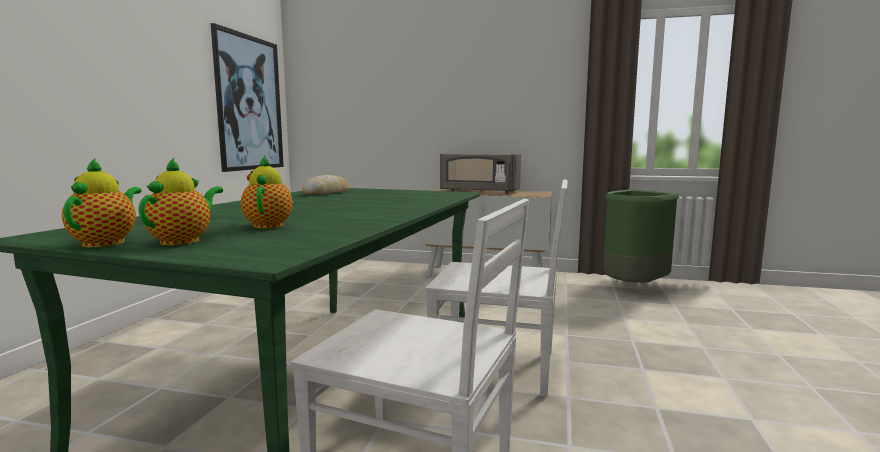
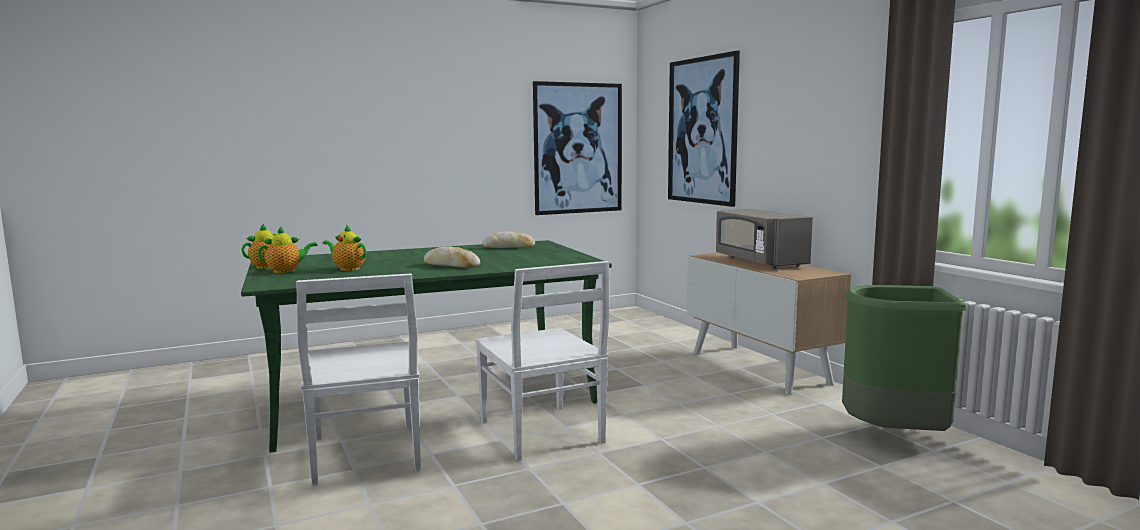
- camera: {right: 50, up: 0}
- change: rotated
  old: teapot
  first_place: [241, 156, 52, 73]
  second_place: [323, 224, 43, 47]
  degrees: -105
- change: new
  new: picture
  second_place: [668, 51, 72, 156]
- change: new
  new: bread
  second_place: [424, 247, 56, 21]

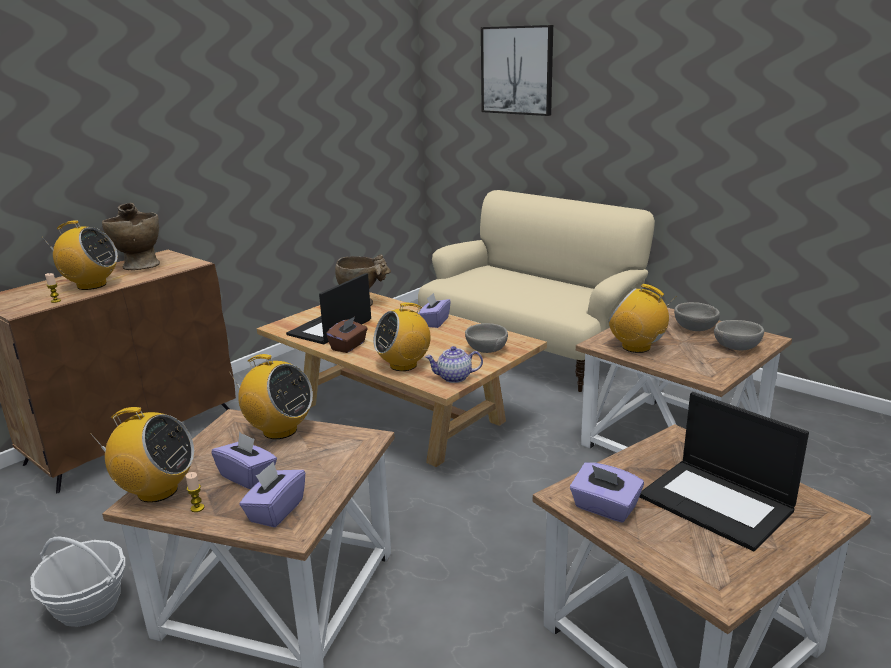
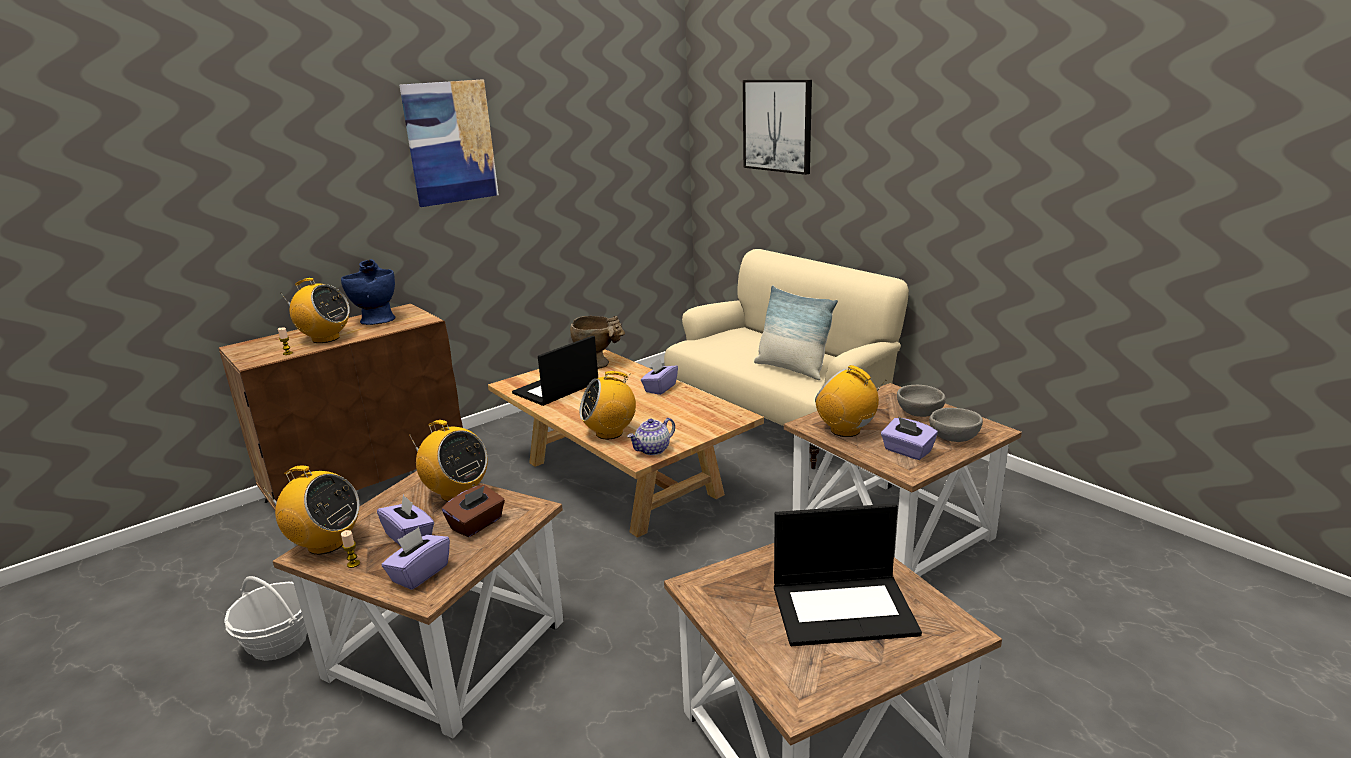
- camera: {right: 10, up: 0}
- change: repainted
  old: beige-coloured_decorative_vase
  new: bluish_decorative_vase
  first_place: [102, 203, 58, 67]
  second_place: [341, 259, 55, 66]
- change: shifted
  old: brown_tissue_holder
  first_place: [326, 317, 42, 36]
  second_place: [442, 485, 63, 52]
- change: gone
  old: grey_bowl
  first_place: [465, 323, 43, 30]
- change: rotated
  old: teapot
  first_place: [425, 346, 58, 37]
  second_place: [627, 418, 48, 37]
  degrees: -45
- change: rotated
  old: notebook_computer
  first_place: [640, 392, 169, 160]
  second_place: [774, 503, 148, 143]
  degrees: -60
- change: shifted
  old: purplish_tissue_holder
  first_place: [570, 462, 74, 61]
  second_place: [881, 417, 57, 43]
- change: new
  new: picture
  second_place: [399, 79, 100, 128]
- change: new
  new: throw_pillow
  second_place: [754, 285, 84, 95]

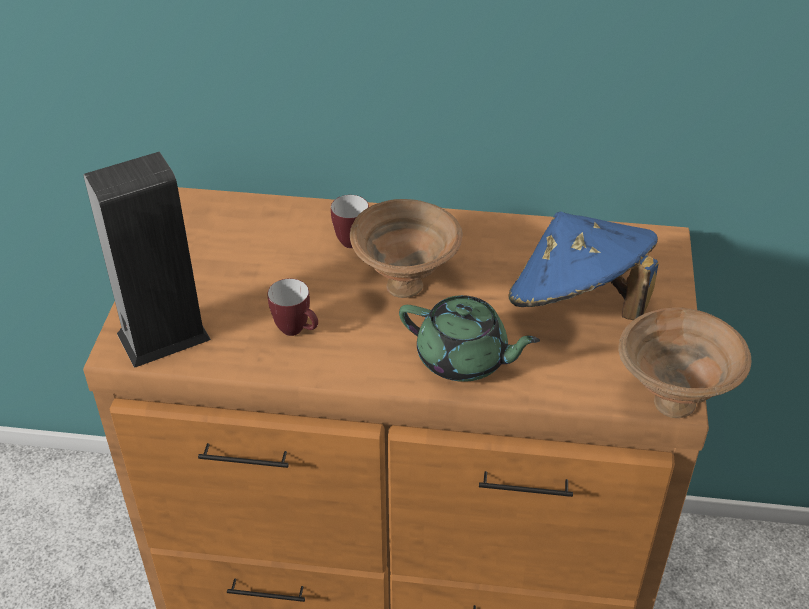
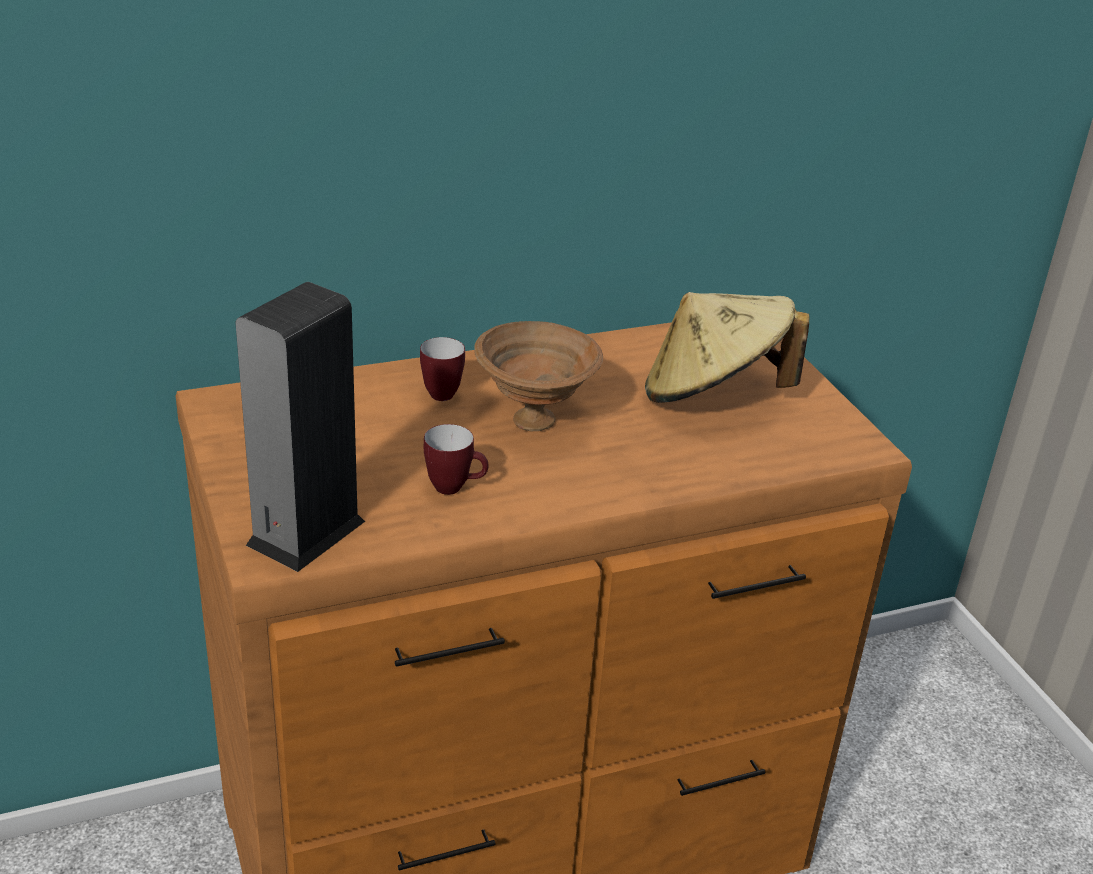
- camera: {right: -30, up: -10}
- change: repainted
  old: bluish_hat
  new: beige-coloured_hat
  first_place: [508, 211, 151, 109]
  second_place: [645, 292, 165, 111]
- change: gone
  old: greenish_teapot
  first_place: [399, 295, 141, 87]
- change: gone
  old: brown_bowl
  first_place: [618, 307, 133, 111]

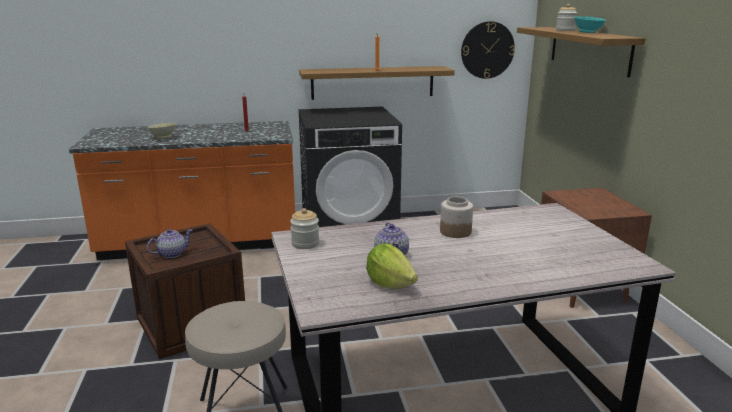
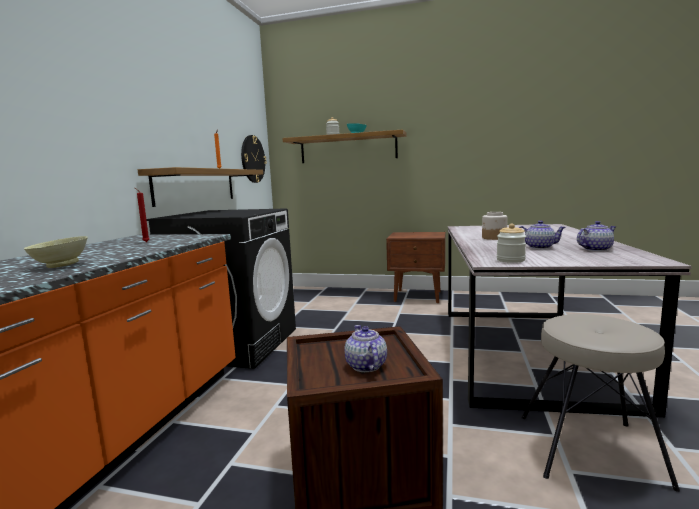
- camera: {right: -65, up: -10}
- change: swapped
  old: head_of_lettuce
  new: teapot
  first_place: [366, 243, 52, 46]
  second_place: [577, 221, 39, 30]

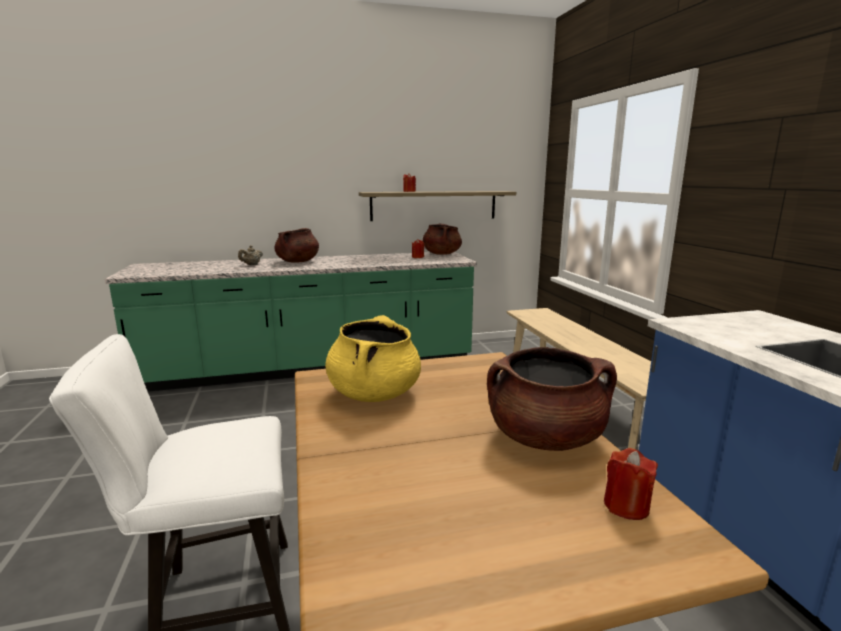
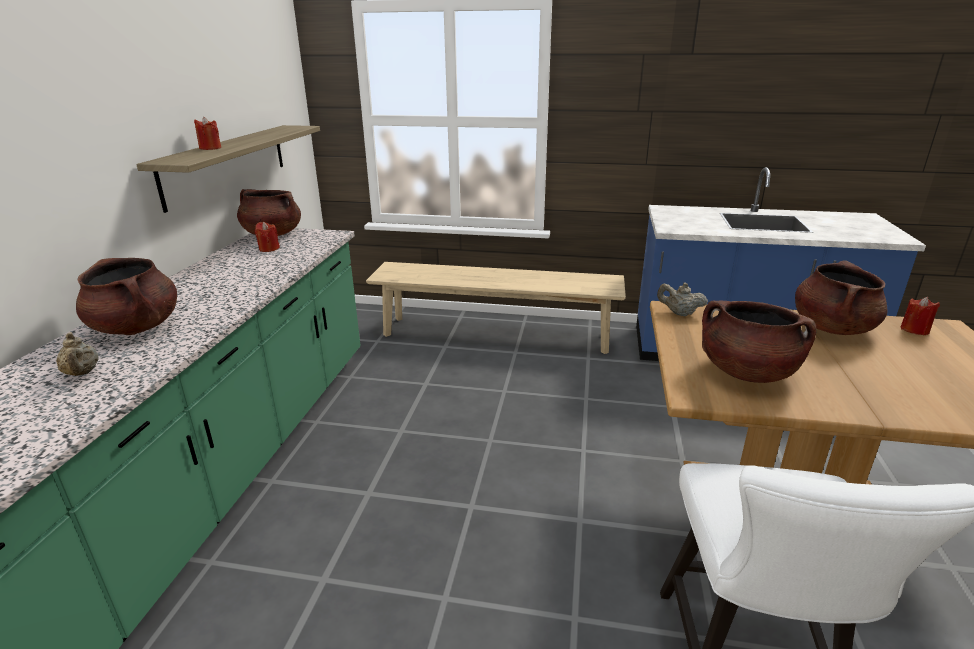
- camera: {right: -65, up: 10}
- change: repainted
  old: yellow-coloured_saucepot
  new: brown_saucepot
  first_place: [325, 315, 96, 87]
  second_place: [702, 300, 114, 83]
- change: new
  new: beige-coloured_teapot
  second_place: [657, 282, 51, 34]

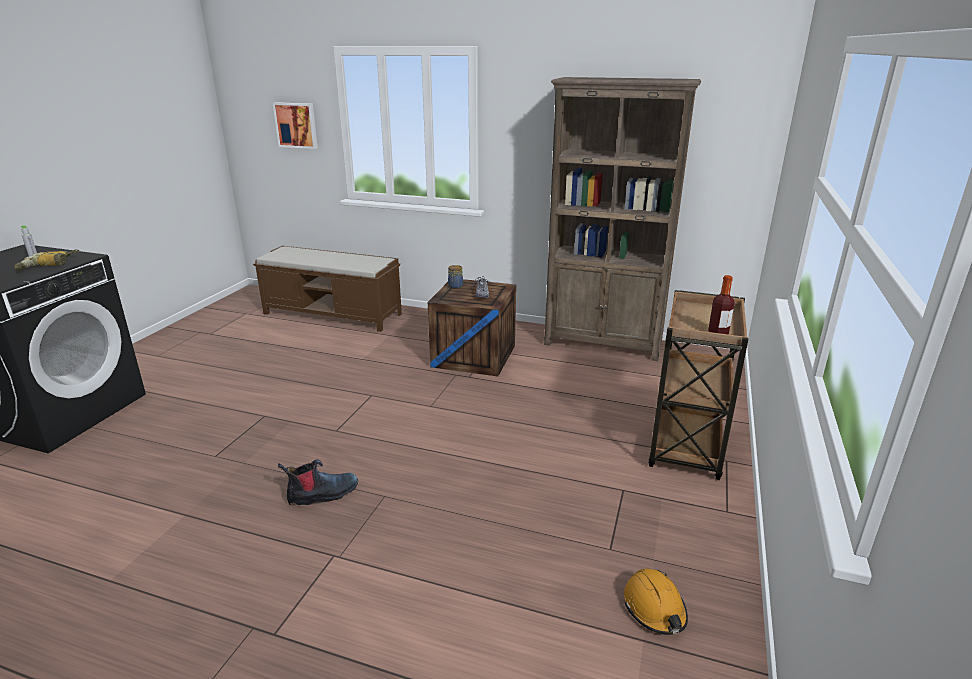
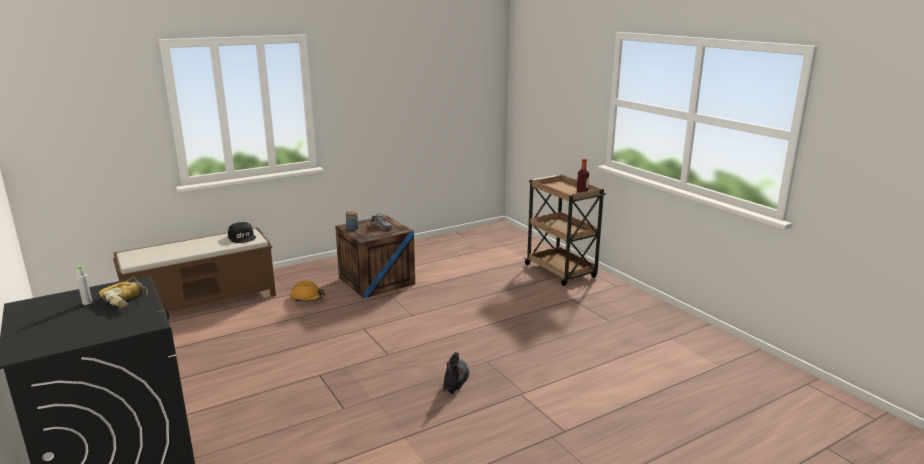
- camera: {right: -50, up: -5}
- change: gone
  old: brown_shelving_unit
  first_place: [544, 77, 157, 284]
- change: gone
  old: picture
  first_place: [273, 102, 45, 47]
- change: shifted
  old: orangey_hard_hat
  first_place: [624, 568, 64, 67]
  second_place: [291, 280, 34, 22]
- change: new
  new: black_cap
  second_place: [228, 222, 28, 21]

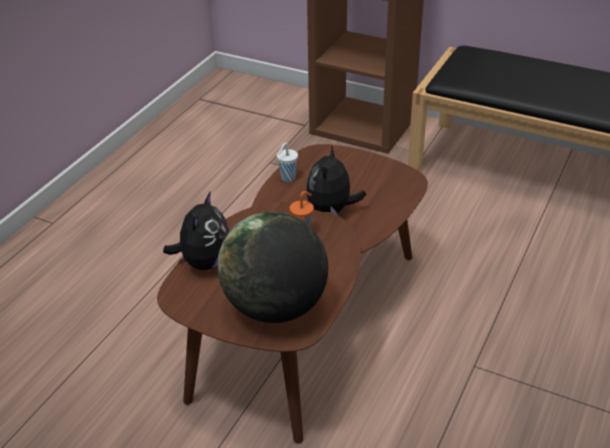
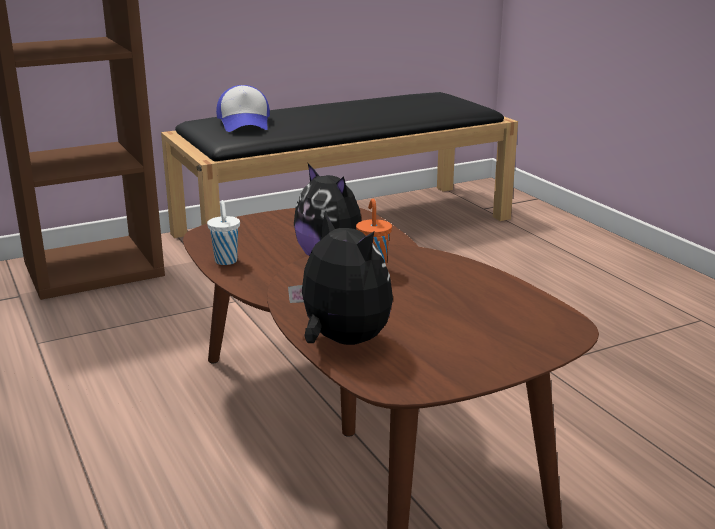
- camera: {right: -55, up: -15}
- change: gone
  old: world_globe
  first_place: [218, 212, 110, 111]
- change: new
  new: cap
  second_place: [216, 85, 54, 47]

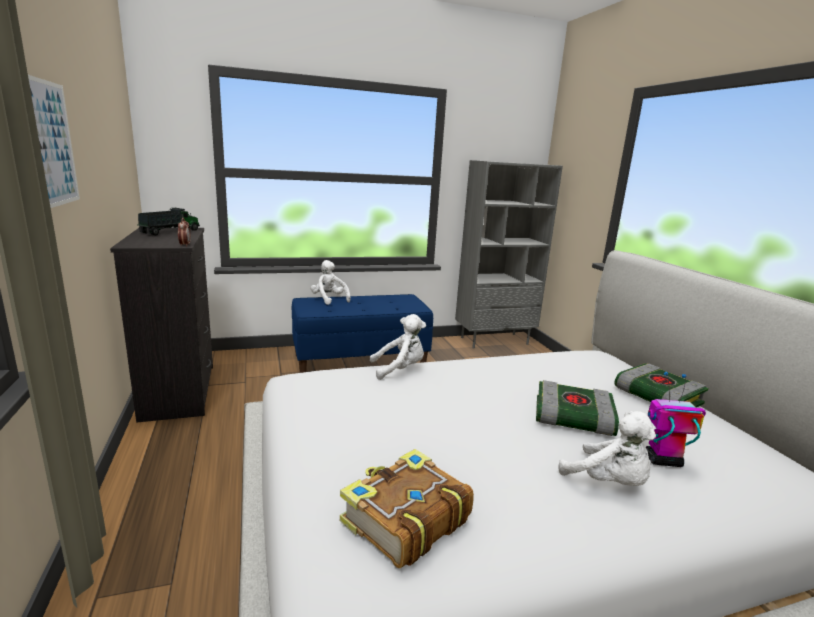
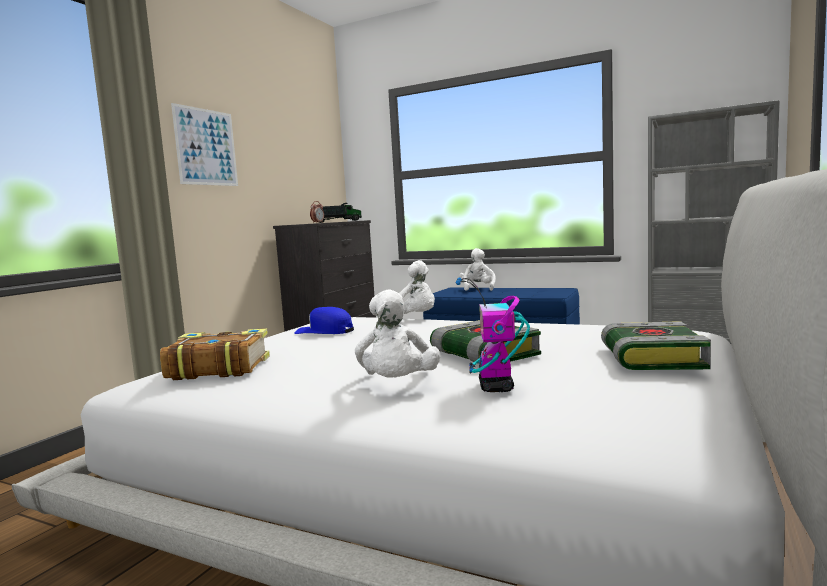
- camera: {right: 45, up: -10}
- change: rotated
  old: toy_robot
  first_place: [646, 372, 60, 95]
  second_place: [456, 277, 74, 115]
  degrees: -135
- change: new
  new: bluish_cap
  second_place: [294, 307, 60, 27]

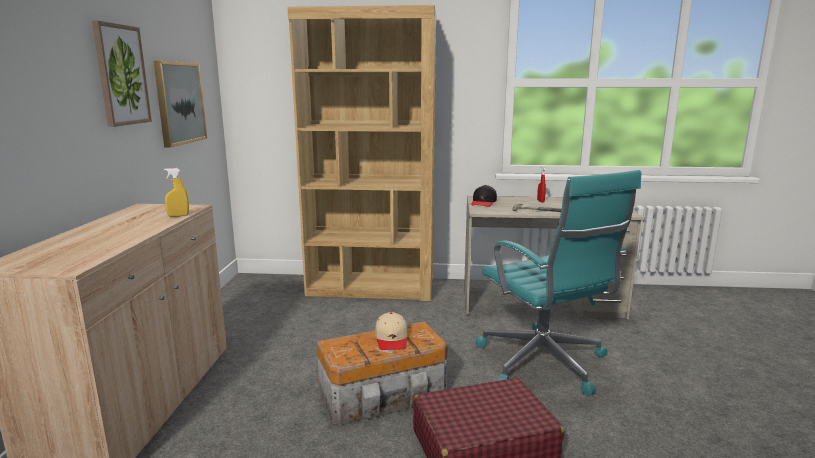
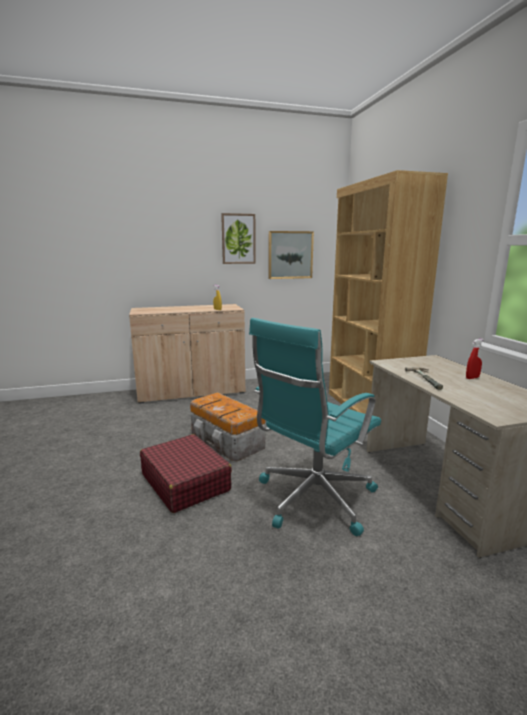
- camera: {right: 70, up: 0}
- change: gone
  old: black_cap
  first_place: [472, 185, 25, 22]
- change: gone
  old: beige-coloured_cap
  first_place: [375, 312, 33, 38]

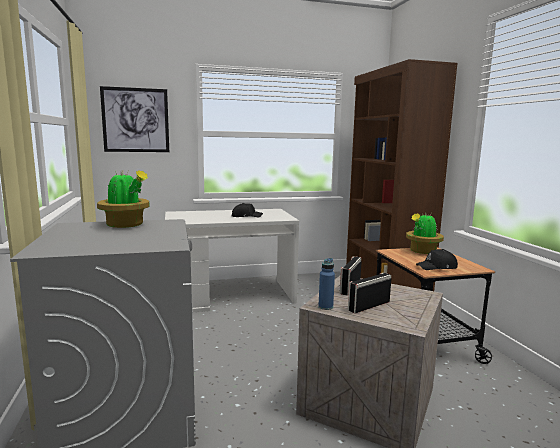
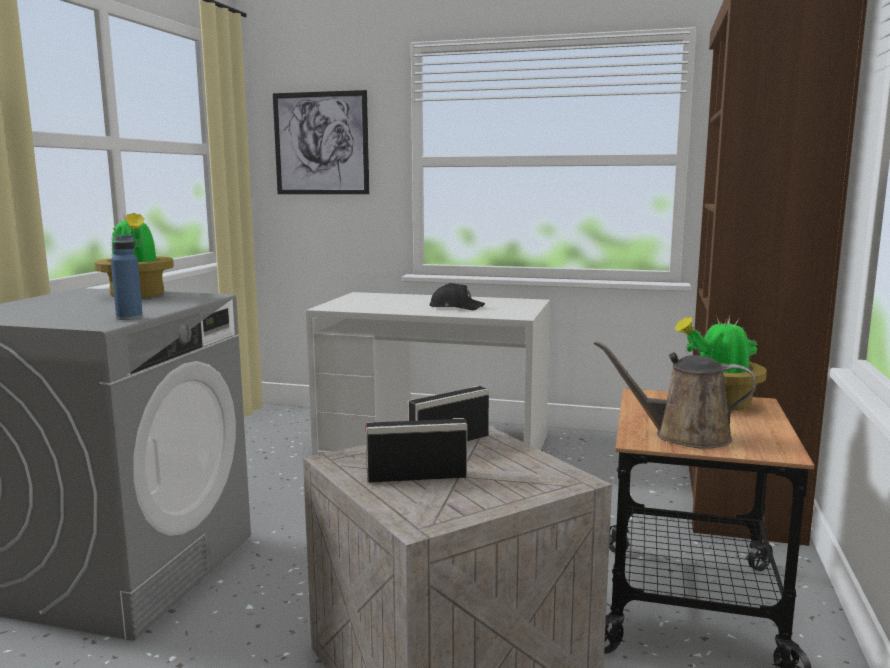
- camera: {right: 30, up: 0}
- change: swapped
  old: black_cap
  new: brown_watering_pot
  first_place: [416, 249, 42, 21]
  second_place: [594, 340, 162, 109]
- change: shifted
  old: bluish_beverage_bottle
  first_place: [318, 258, 17, 52]
  second_place: [111, 234, 32, 86]

